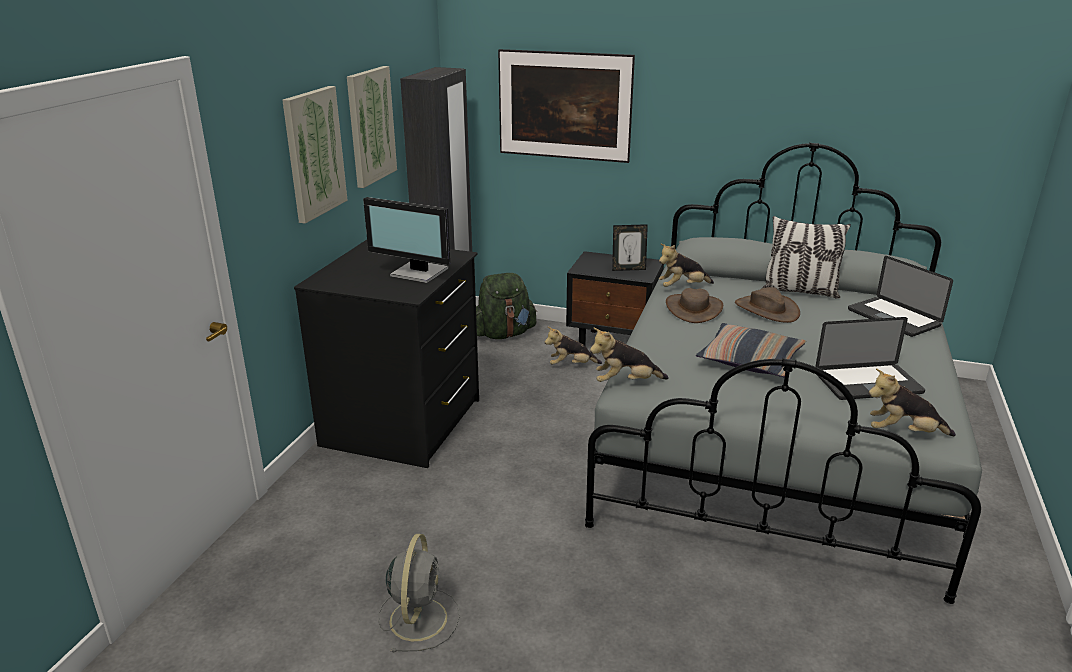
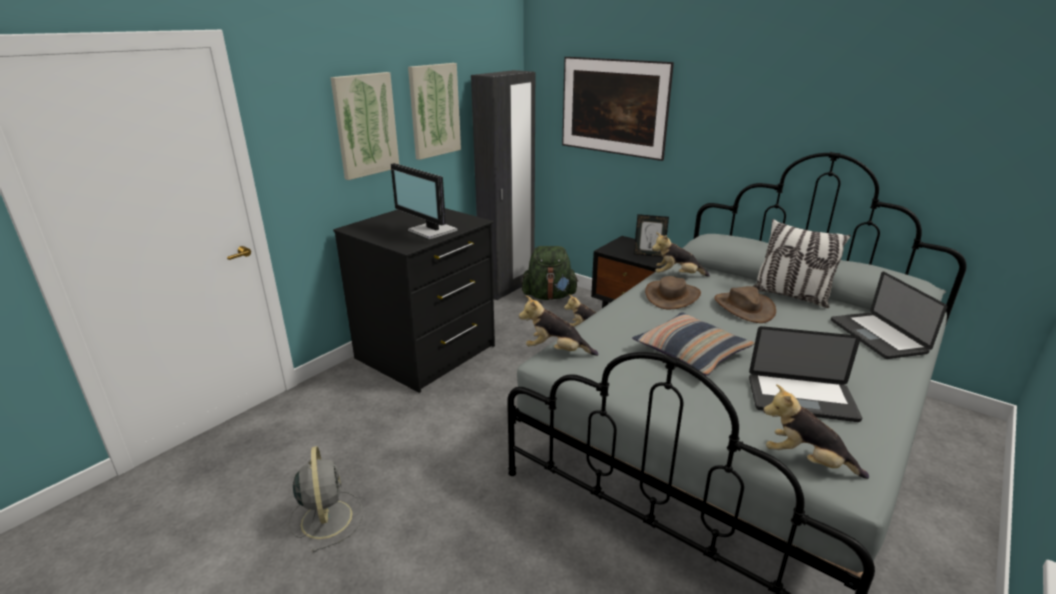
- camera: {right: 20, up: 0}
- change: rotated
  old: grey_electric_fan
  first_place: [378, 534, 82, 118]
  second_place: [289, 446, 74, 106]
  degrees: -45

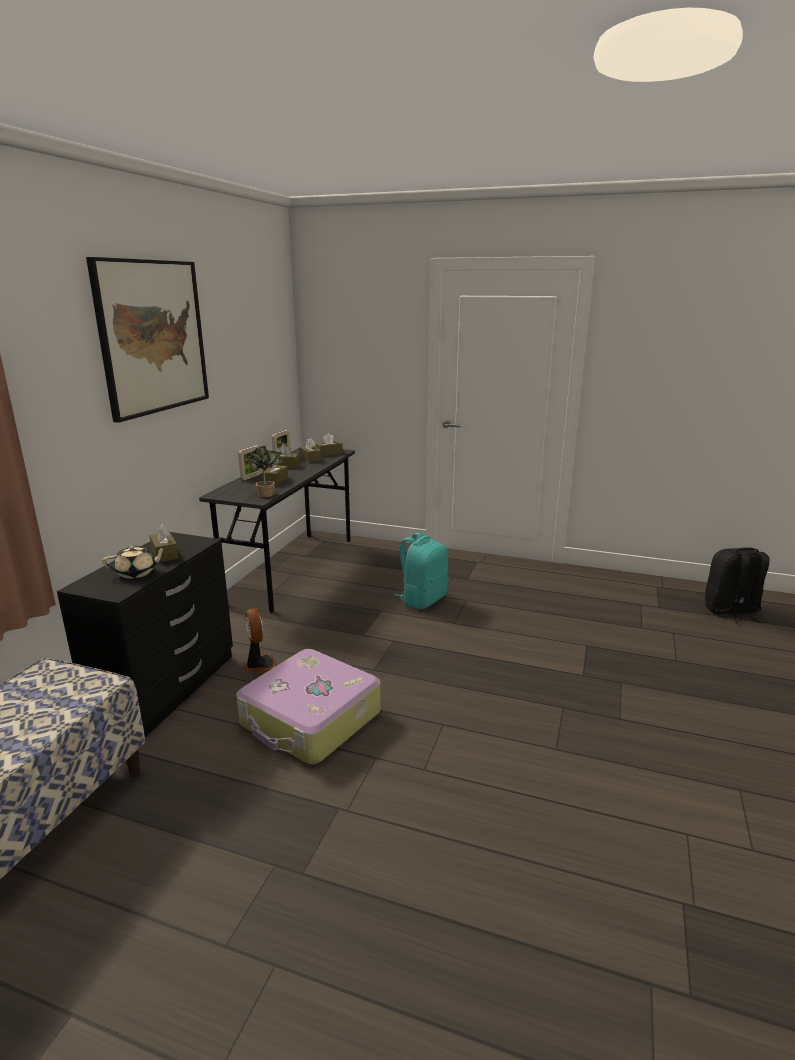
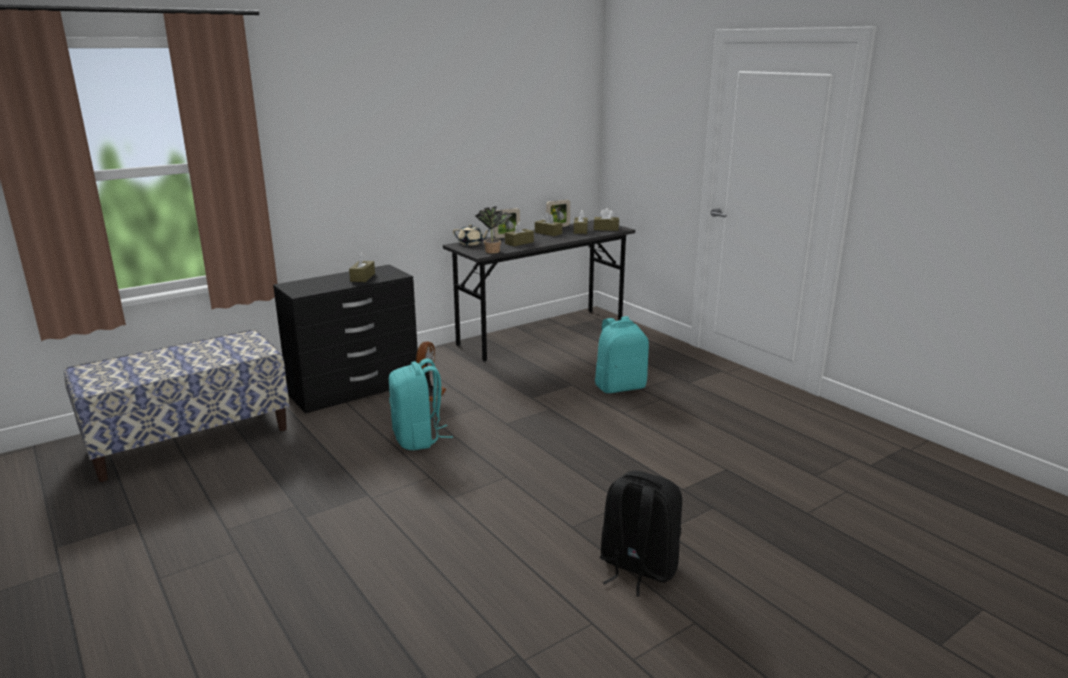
- camera: {right: 35, up: 0}
- change: gone
  old: picture
  first_place: [86, 257, 123, 166]
- change: shifted
  old: beige-coloured_teapot
  first_place: [102, 545, 65, 34]
  second_place: [453, 224, 37, 22]
- change: shifted
  old: black_backpack
  first_place: [705, 547, 64, 77]
  second_place: [600, 471, 82, 126]
- change: swapped
  old: travel_case
  new: turquoise-coloured_backpack
  first_place: [236, 649, 145, 115]
  second_place: [389, 359, 64, 91]

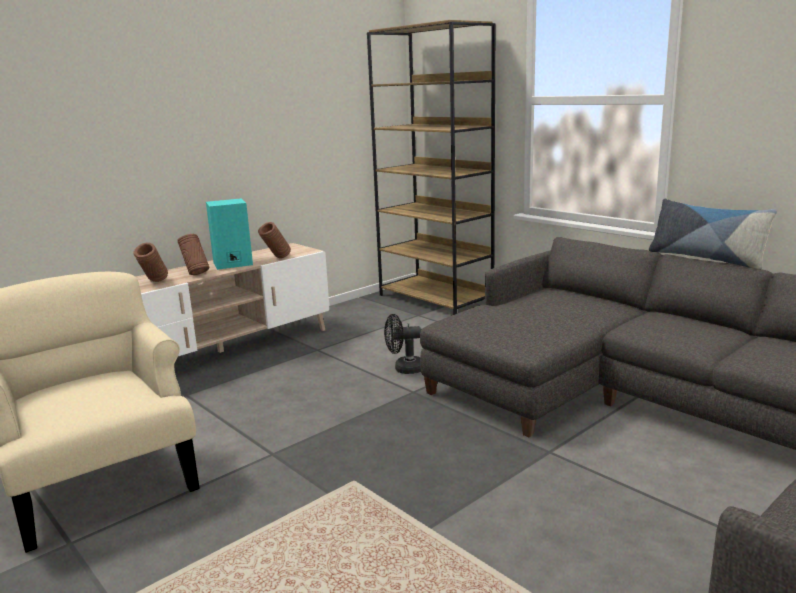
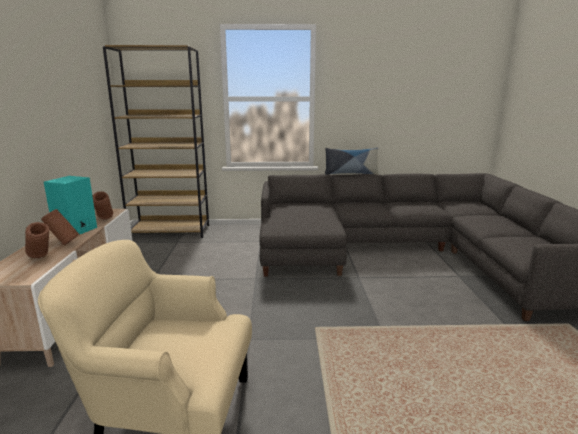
- camera: {right: -50, up: 0}
- change: gone
  old: black_electric_fan
  first_place: [384, 314, 38, 60]

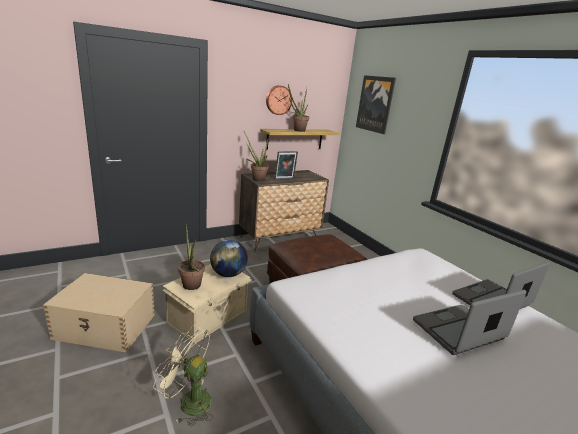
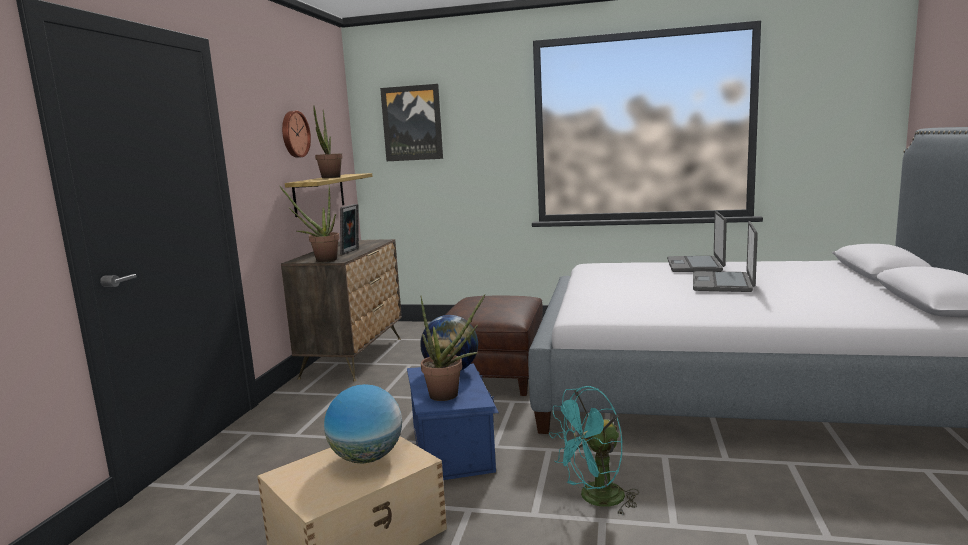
- camera: {right: -45, up: -10}
- change: repainted
  old: beige-coloured_storage_container
  new: bluish_storage_container
  first_place: [163, 264, 89, 80]
  second_place: [407, 363, 92, 117]
- change: repainted
  old: beige-coloured_electric_fan
  new: turquoise-coloured_electric_fan
  first_place: [153, 325, 60, 102]
  second_place: [549, 386, 90, 128]
- change: new
  new: world_globe
  second_place: [324, 384, 78, 80]

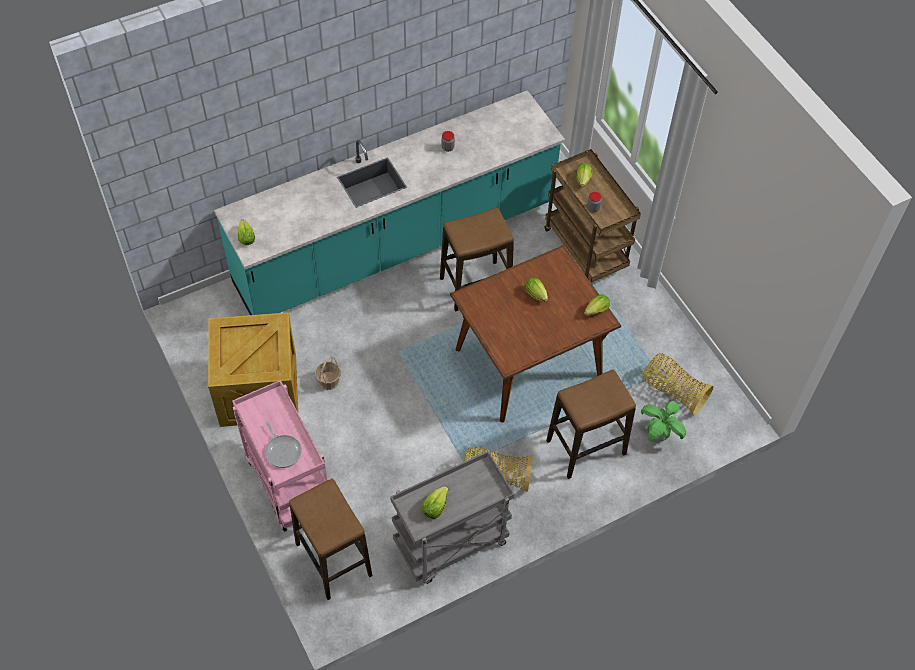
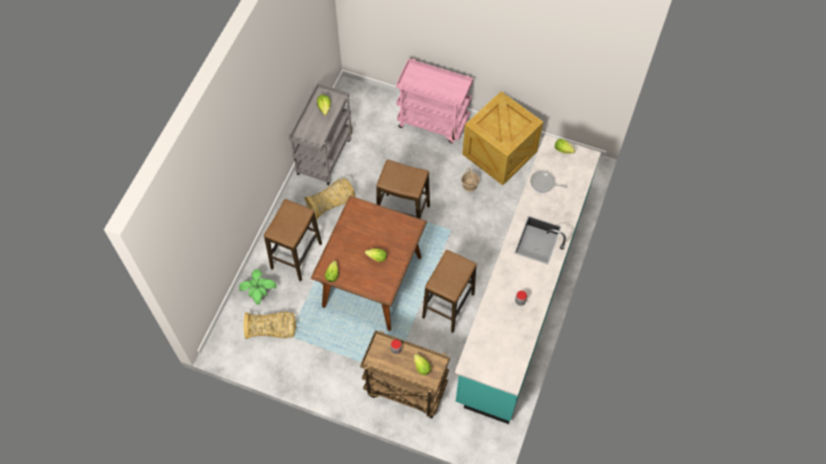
- camera: {right: 140, up: 5}
- change: shifted
  old: pan
  first_place: [265, 422, 37, 46]
  second_place: [530, 171, 38, 22]
- change: shifted
  old: stool
  first_place: [289, 479, 83, 121]
  second_place: [376, 160, 54, 59]

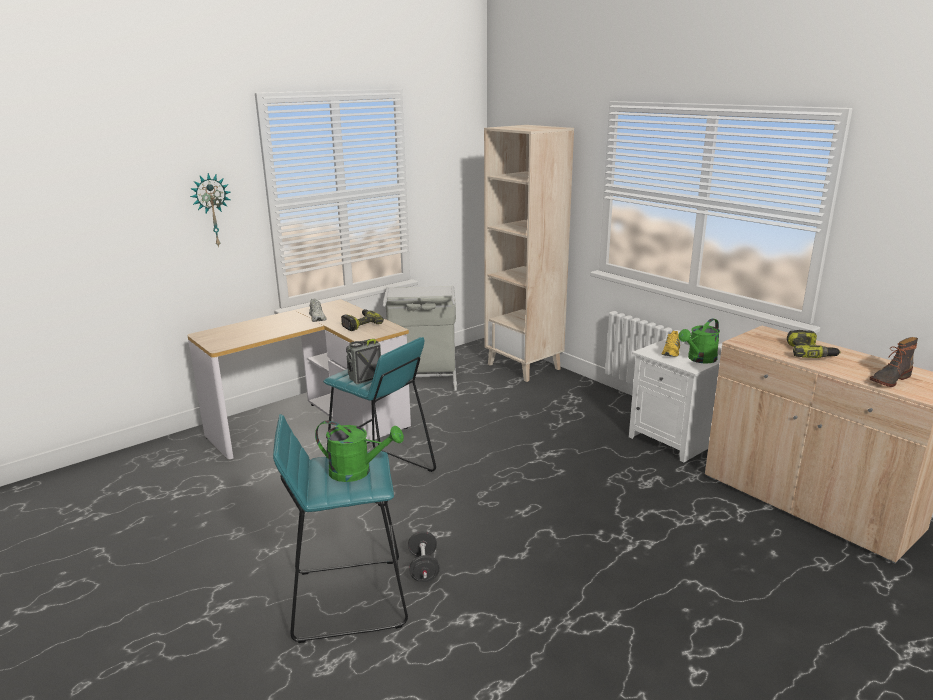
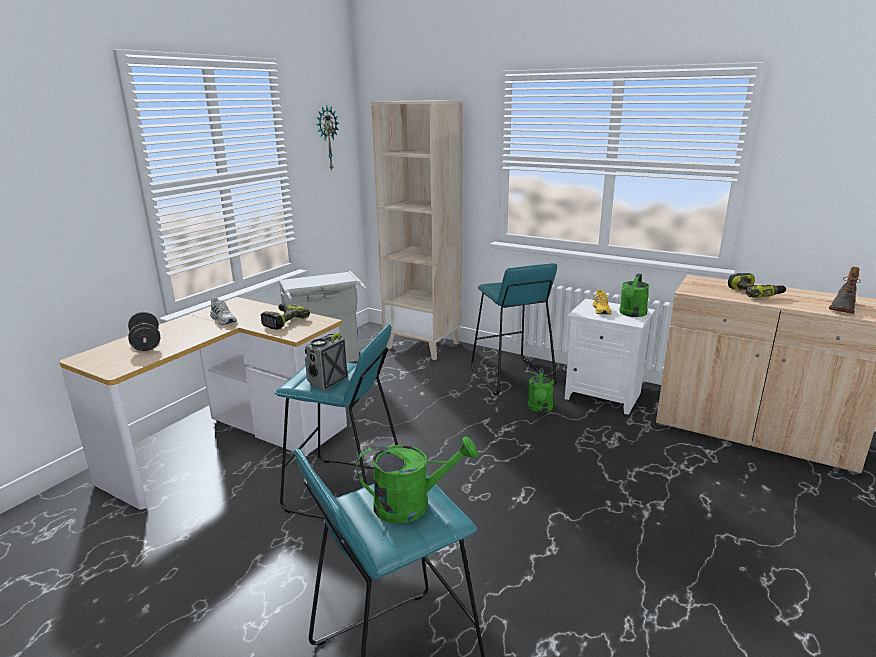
- camera: {right: -20, up: 0}
- change: shifted
  old: hanging_clock
  first_place: [190, 173, 41, 75]
  second_place: [316, 106, 23, 64]
- change: shifted
  old: black_dumbbell
  first_place: [408, 531, 32, 51]
  second_place: [128, 312, 32, 39]
- change: new
  new: turquoise-coloured_stool
  second_place: [471, 263, 86, 132]
- change: new
  new: greenish_watering_pot
  second_place: [528, 368, 26, 45]

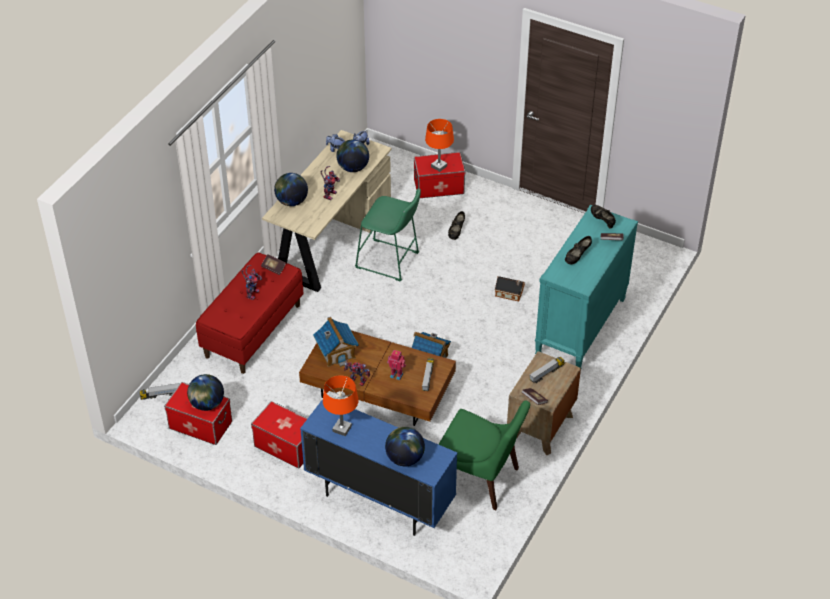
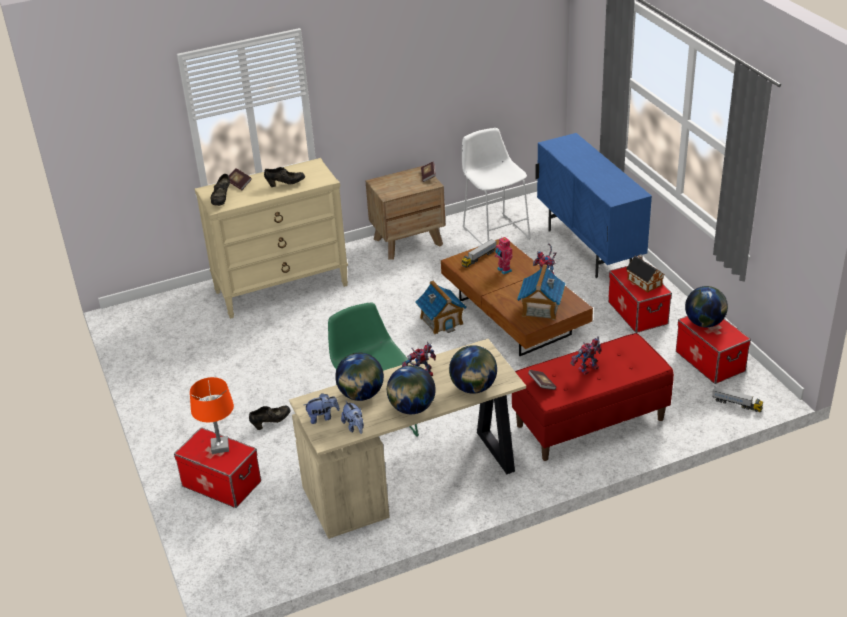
- camera: {right: -140, up: -10}
- change: repainted
  old: turquoise-coloured_dresser
  new: beige-coloured_dresser
  first_place: [535, 205, 103, 163]
  second_place: [195, 158, 153, 161]
- change: shifted
  old: toy_house
  first_place: [495, 276, 30, 26]
  second_place: [626, 254, 39, 39]
- change: gone
  old: toy_truck
  first_place: [530, 357, 35, 26]
- change: gone
  old: orangey_tabletop_lamp
  first_place: [323, 375, 36, 61]
- change: swapped
  old: greenish_upright_chair
  new: white-coloured_stool
  first_place: [438, 400, 92, 110]
  second_place: [462, 128, 69, 117]
- change: shifted
  old: world_globe
  first_place: [385, 427, 40, 39]
  second_place: [387, 365, 49, 49]

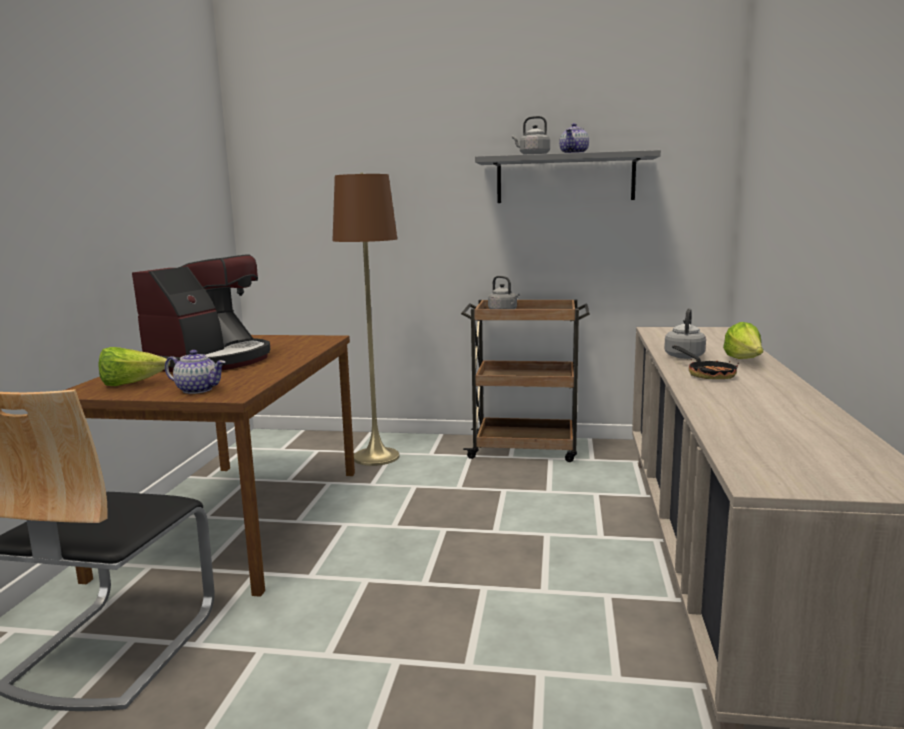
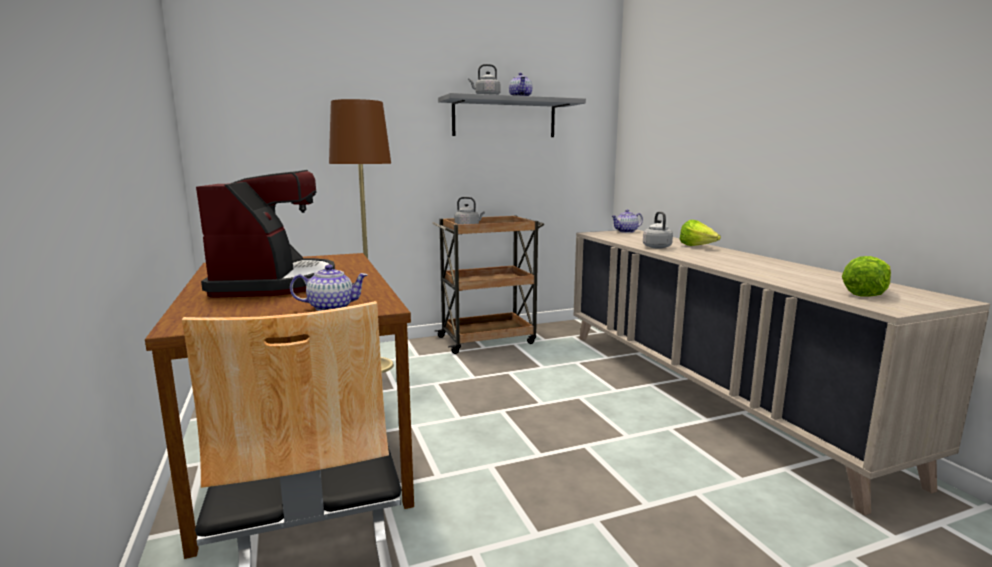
- camera: {right: -30, up: 0}
- change: gone
  old: pan
  first_place: [672, 346, 67, 33]
- change: shifted
  old: head_of_lettuce
  first_place: [98, 347, 72, 39]
  second_place: [842, 256, 49, 41]
- change: new
  new: teapot
  second_place: [611, 209, 32, 24]

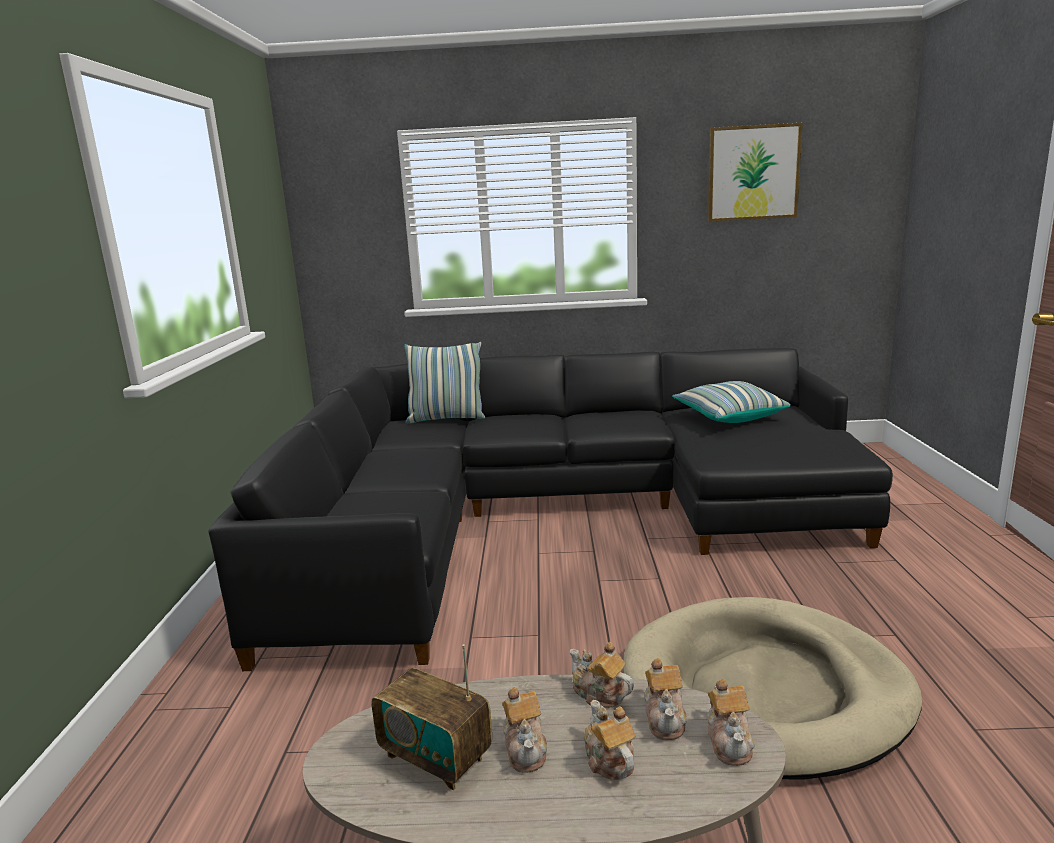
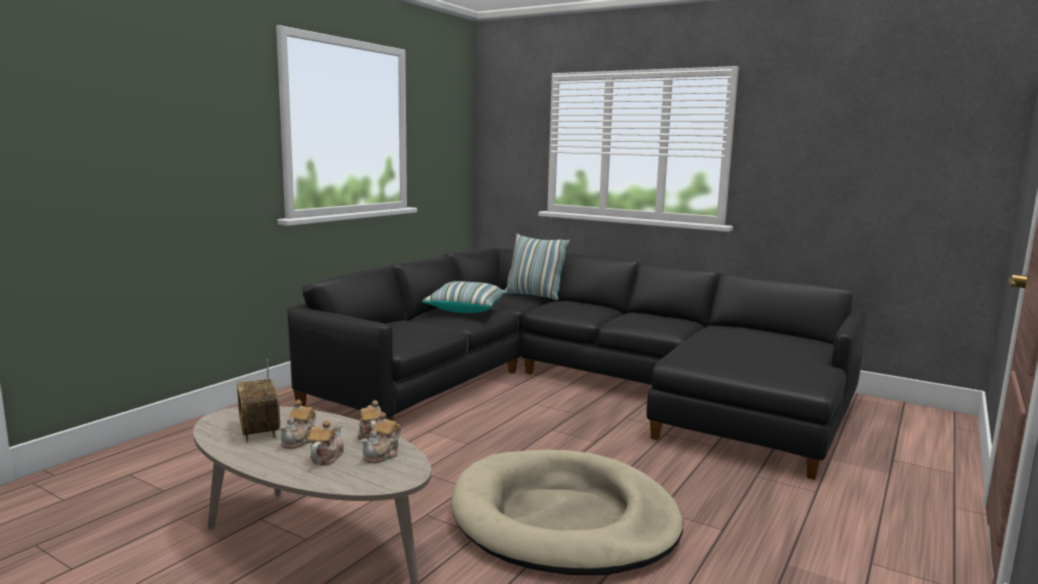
- camera: {right: 30, up: -5}
- change: gone
  old: picture
  first_place: [708, 123, 95, 99]
- change: shifted
  old: throw_pillow
  first_place: [672, 381, 119, 42]
  second_place: [422, 281, 85, 32]
- change: gone
  old: teapot
  first_place: [707, 679, 47, 87]

